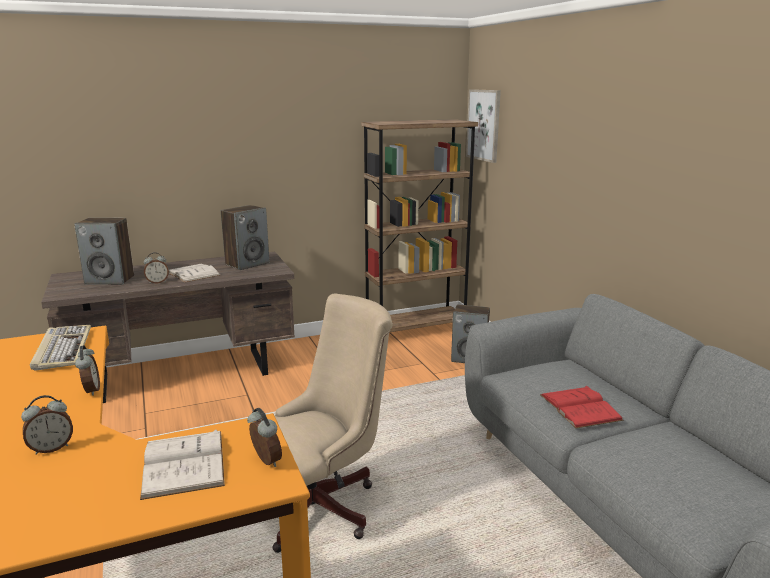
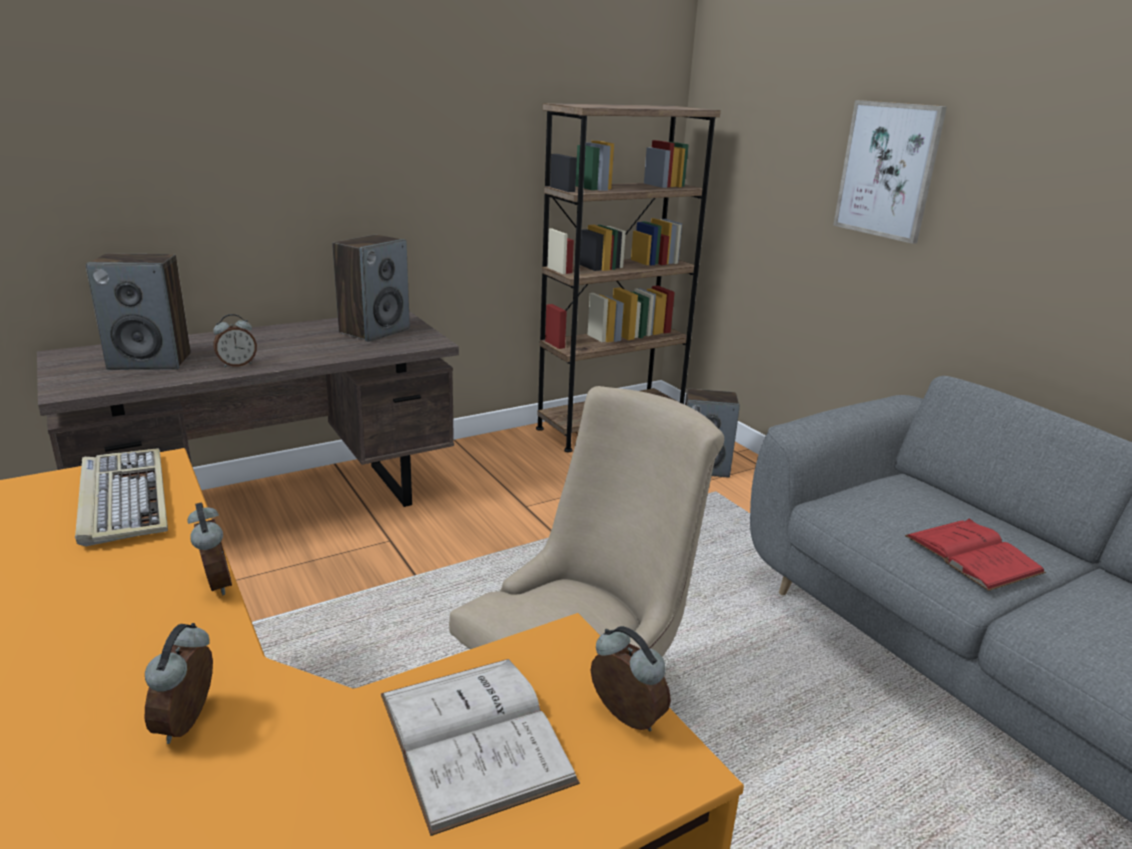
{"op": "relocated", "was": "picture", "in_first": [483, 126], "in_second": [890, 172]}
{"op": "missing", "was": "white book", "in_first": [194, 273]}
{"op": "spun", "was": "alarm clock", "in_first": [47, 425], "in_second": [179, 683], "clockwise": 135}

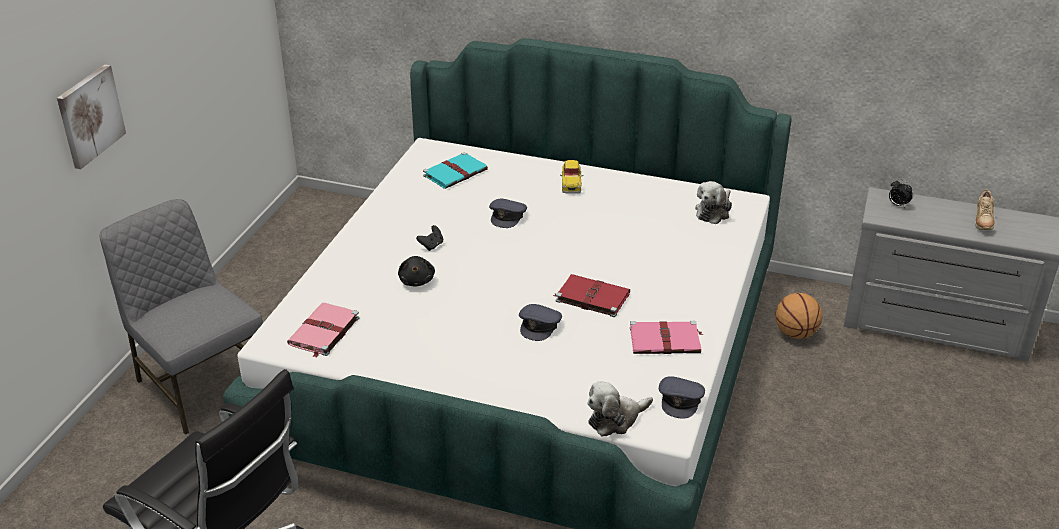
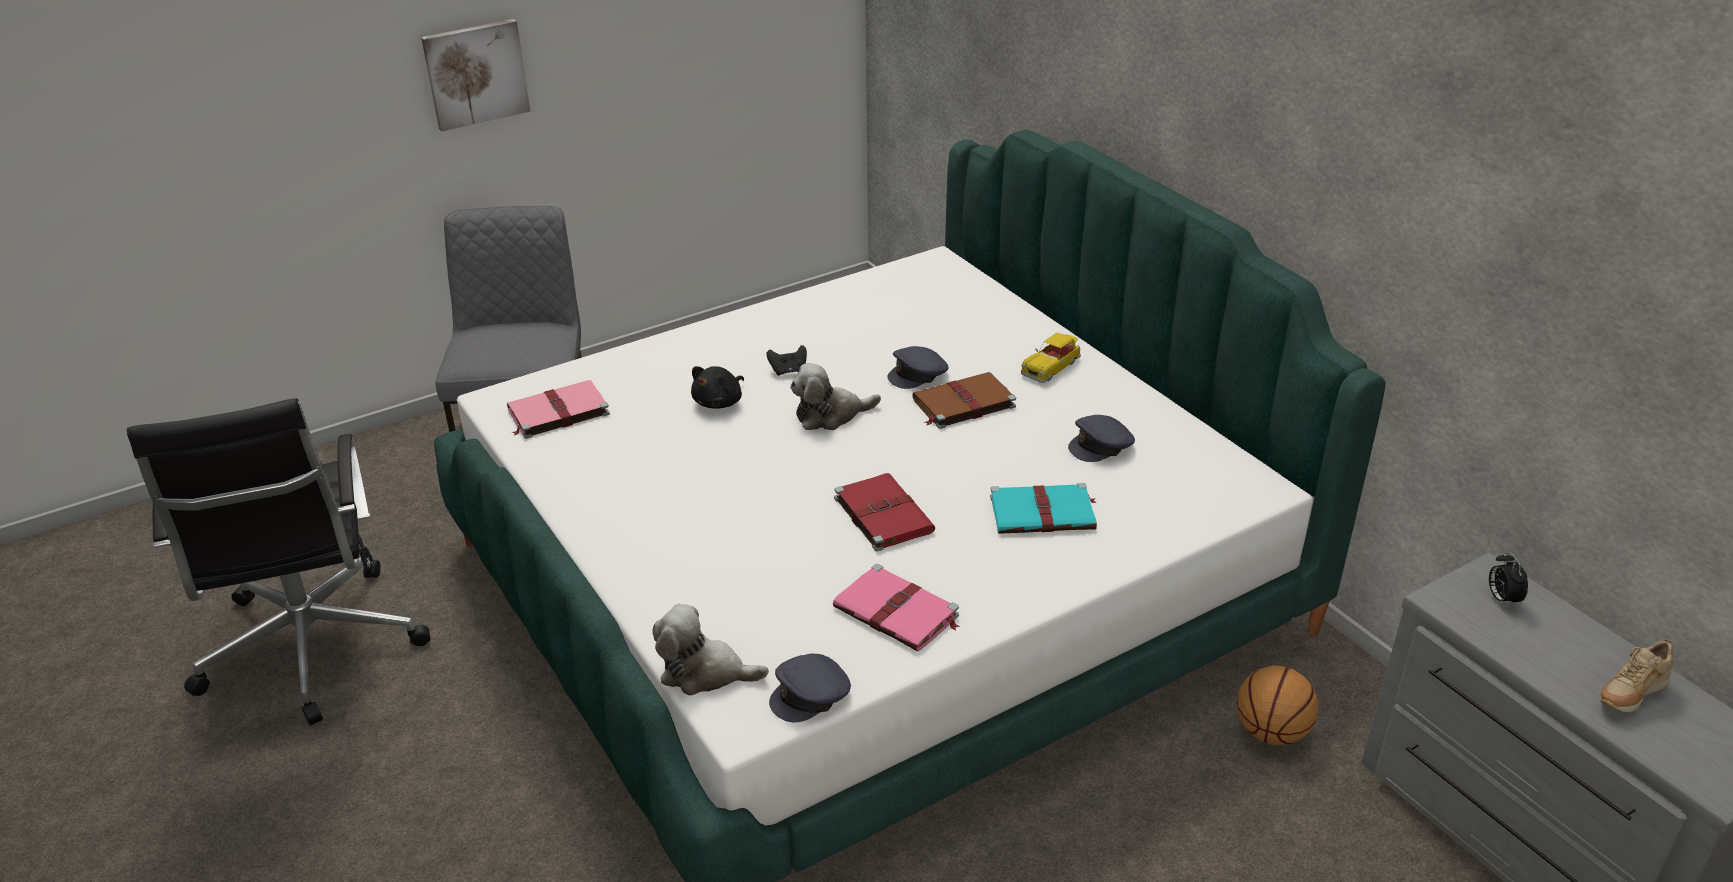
{"op": "relocated", "was": "turquoise book", "in_first": [455, 170], "in_second": [1043, 508]}
{"op": "relocated", "was": "plush toy", "in_first": [713, 202], "in_second": [835, 396]}
{"op": "relocated", "was": "grey cap", "in_first": [540, 322], "in_second": [1101, 438]}
{"op": "appeared", "now": "brown book", "in_second": [964, 400]}

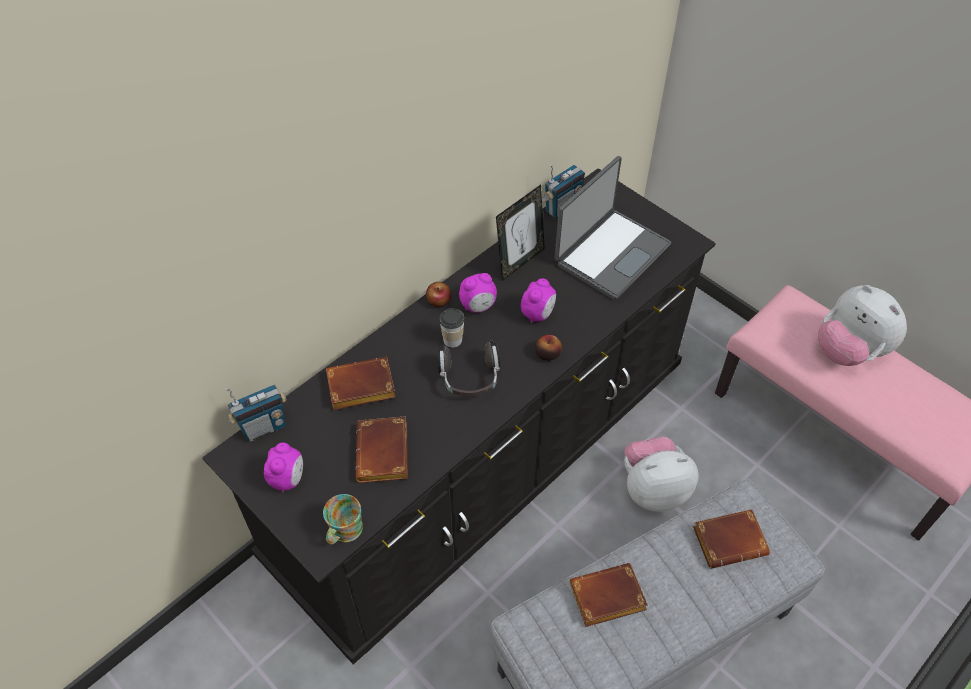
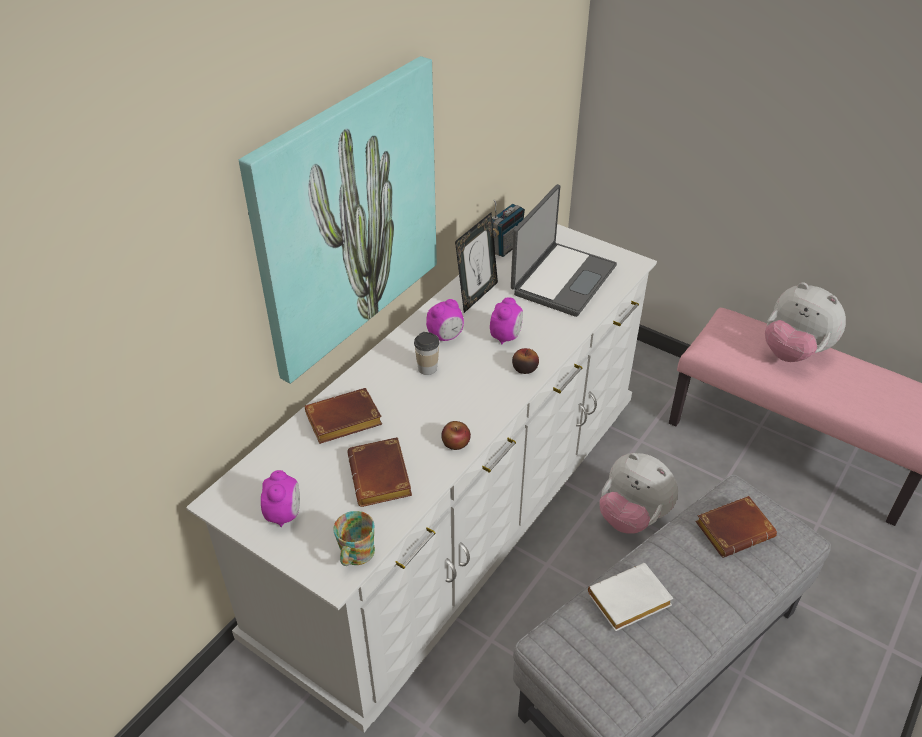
{"op": "colour", "was": "black dresser", "now": "white dresser", "in_first": [459, 416], "in_second": [421, 478]}
{"op": "relocated", "was": "apple", "in_first": [439, 294], "in_second": [456, 435]}
{"op": "missing", "was": "headphones", "in_first": [469, 368]}
{"op": "missing", "was": "radio", "in_first": [256, 413]}
{"op": "spun", "was": "plush toy", "in_first": [661, 474], "in_second": [639, 493], "clockwise": -120}
{"op": "colour", "was": "brown book", "now": "white book", "in_first": [609, 595], "in_second": [631, 597]}
{"op": "appeared", "now": "picture", "in_second": [338, 220]}

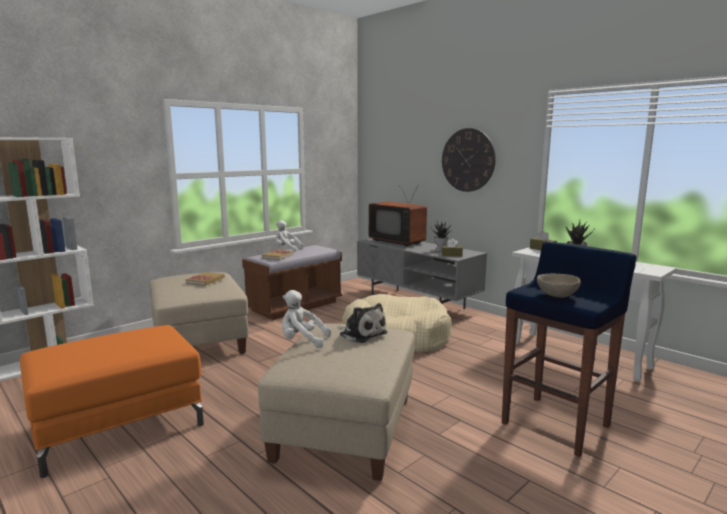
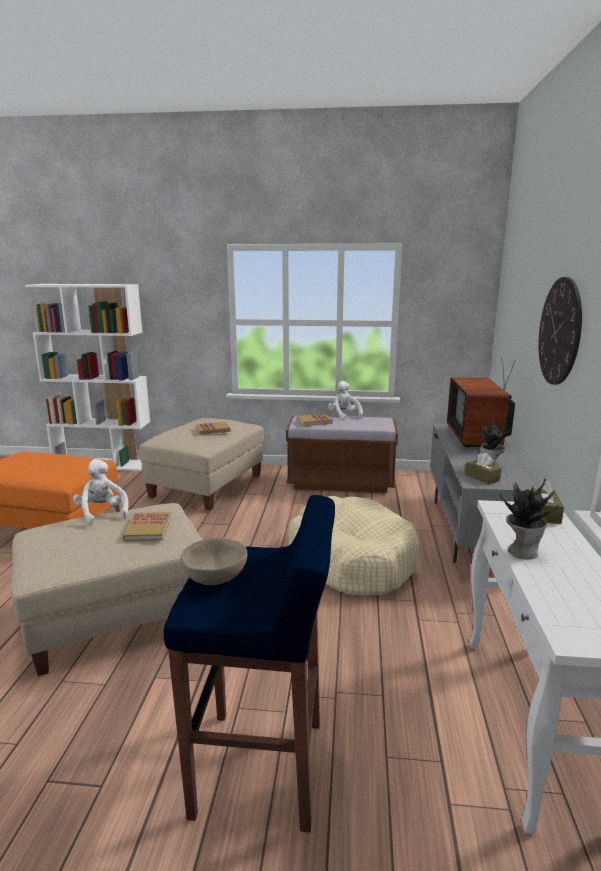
{"op": "exchanged", "was": "plush toy", "now": "book", "in_first": [362, 323], "in_second": [147, 526]}

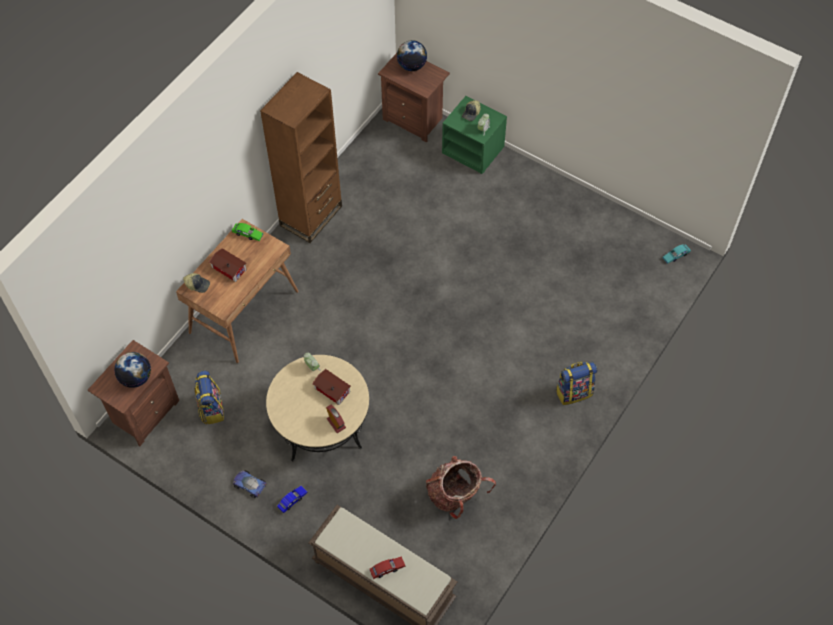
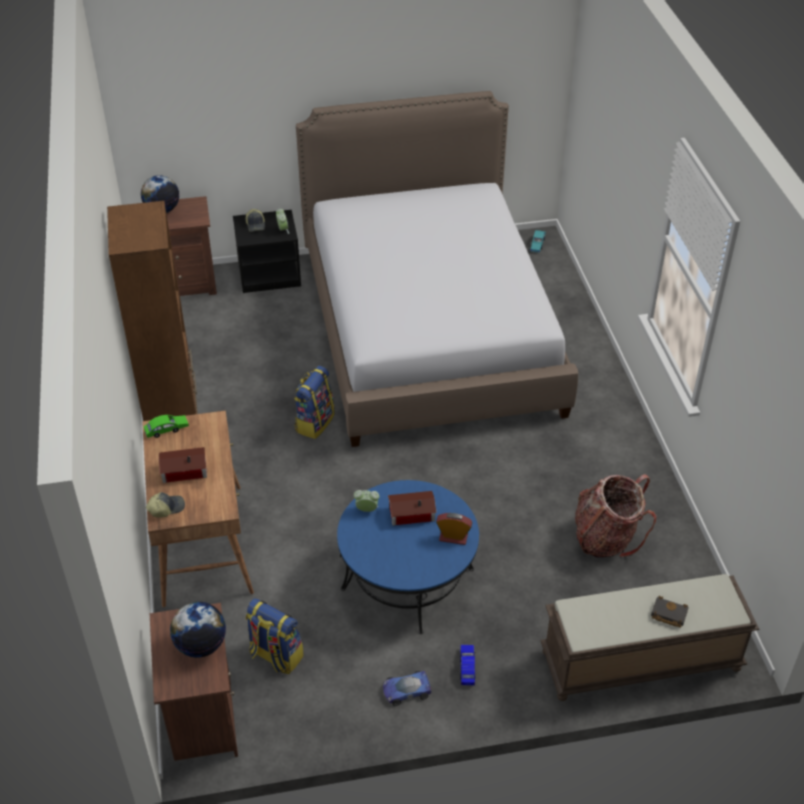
{"op": "colour", "was": "green nightstand", "now": "black nightstand", "in_first": [474, 135], "in_second": [267, 251]}
{"op": "colour", "was": "beige coffee table", "now": "blue coffee table", "in_first": [317, 408], "in_second": [408, 557]}
{"op": "relocated", "was": "backpack", "in_first": [576, 383], "in_second": [314, 402]}
{"op": "exchanged", "was": "red toy car", "now": "black book", "in_first": [388, 567], "in_second": [670, 611]}
{"op": "appeared", "now": "bed", "in_second": [437, 269]}

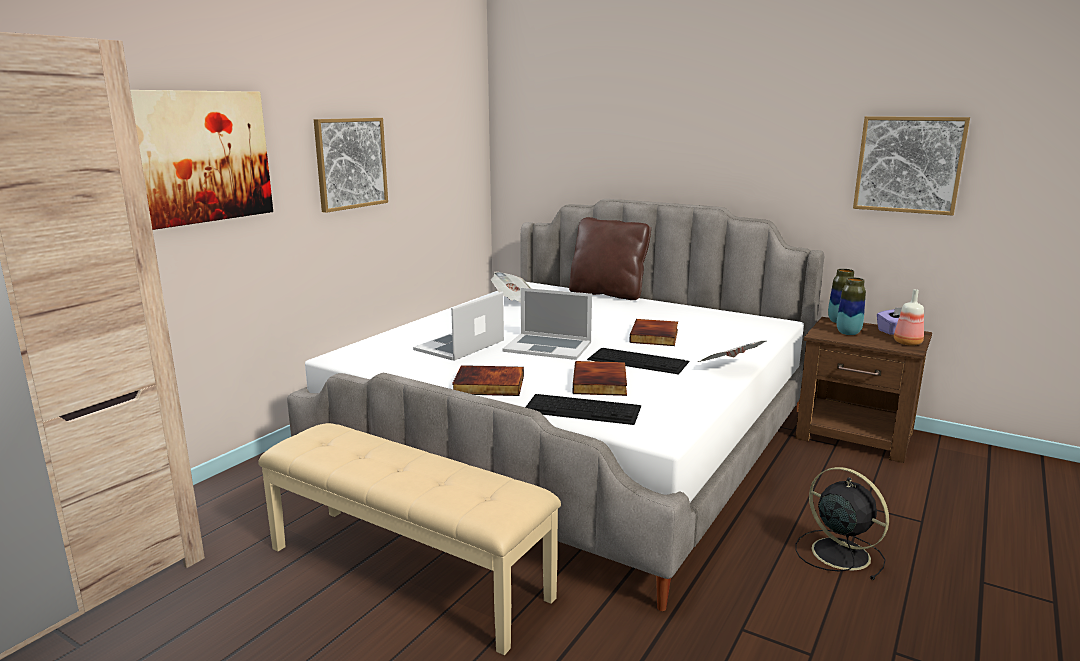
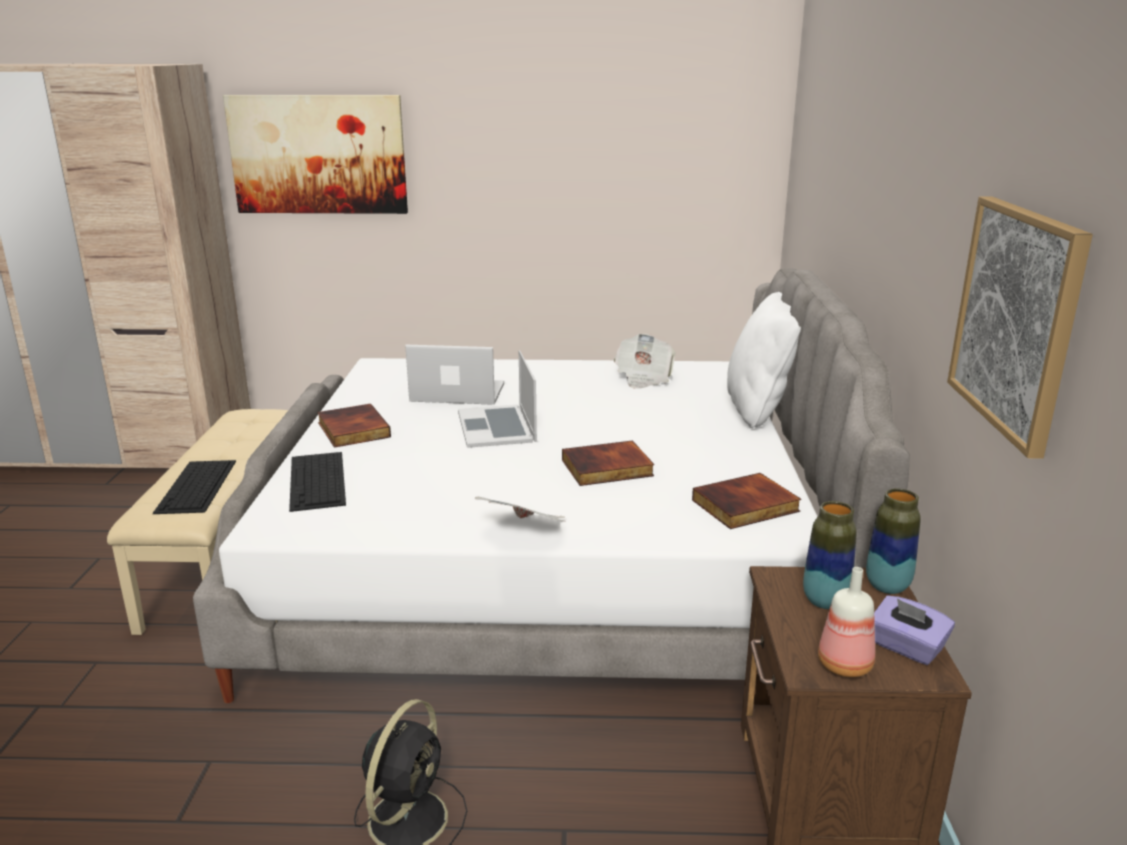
{"op": "missing", "was": "picture", "in_first": [351, 165]}
{"op": "colour", "was": "brown pillow", "now": "white pillow", "in_first": [610, 258], "in_second": [764, 360]}
{"op": "relocated", "was": "keyboard", "in_first": [638, 361], "in_second": [194, 487]}
{"op": "relocated", "was": "book", "in_first": [600, 378], "in_second": [746, 501]}

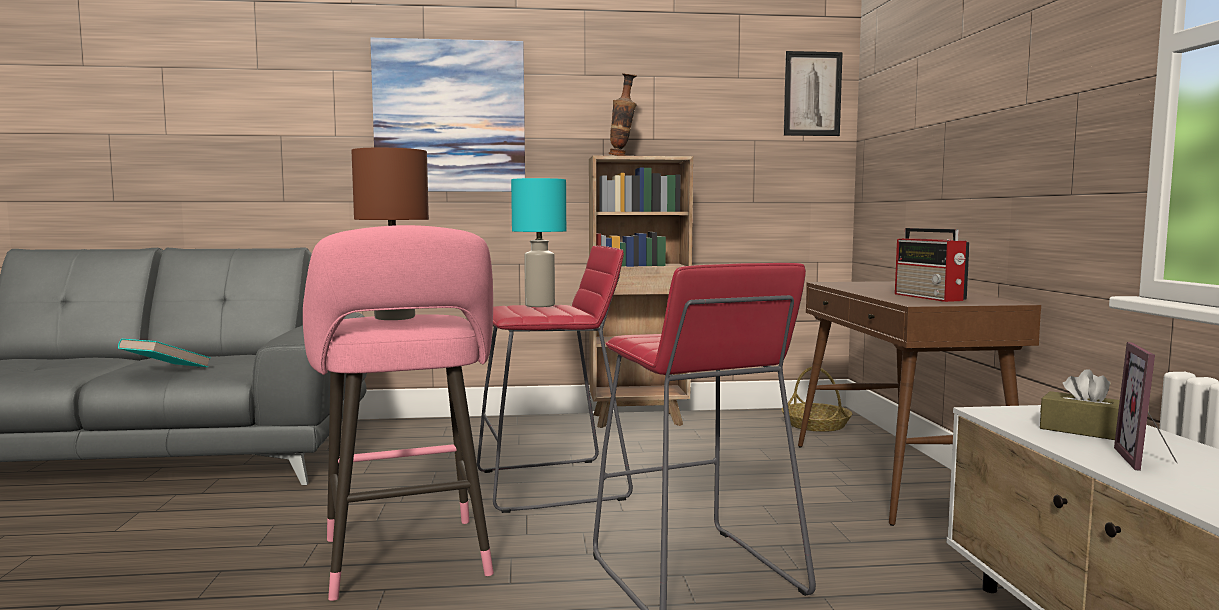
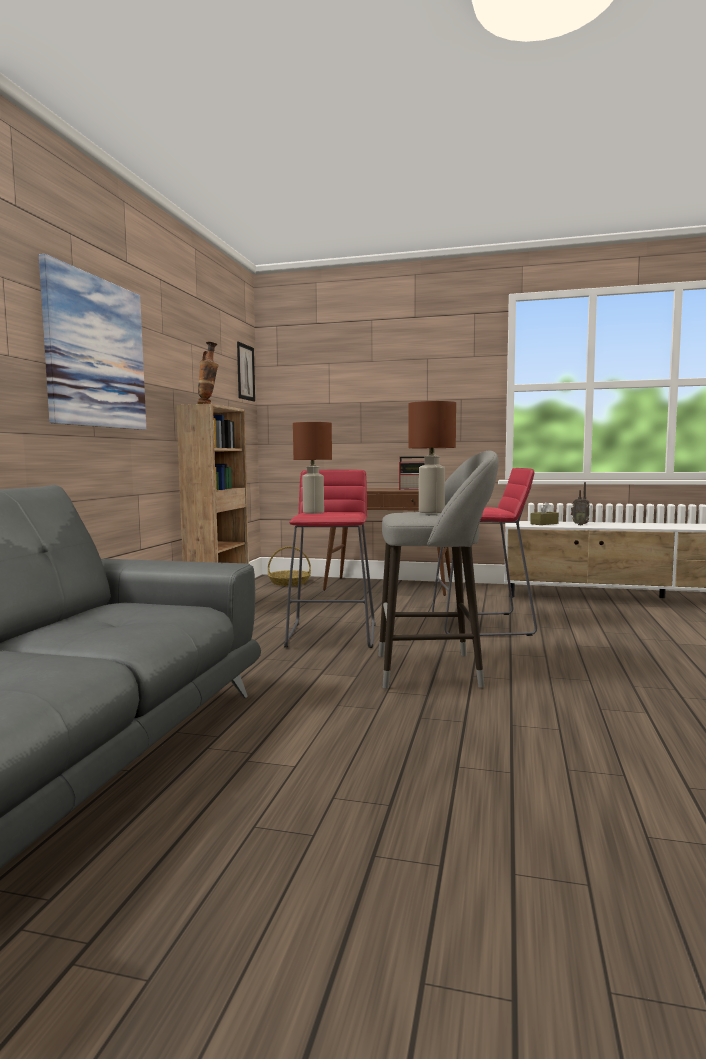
{"op": "colour", "was": "turquoise table lamp", "now": "brown table lamp", "in_first": [538, 242], "in_second": [312, 468]}
{"op": "colour", "was": "pink stool", "now": "grey stool", "in_first": [398, 413], "in_second": [438, 569]}
{"op": "missing", "was": "turquoise book", "in_first": [164, 353]}
{"op": "exchanged", "was": "picture frame", "now": "radio", "in_first": [1145, 406], "in_second": [580, 503]}

